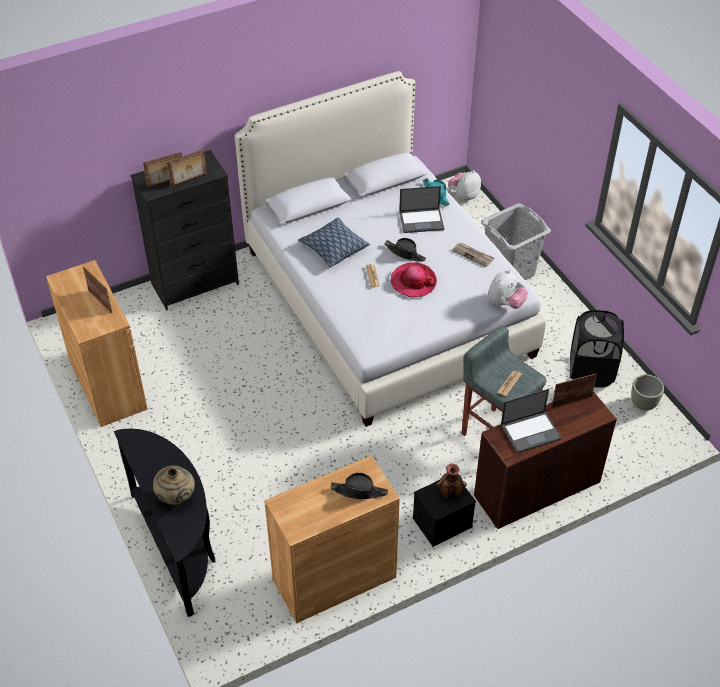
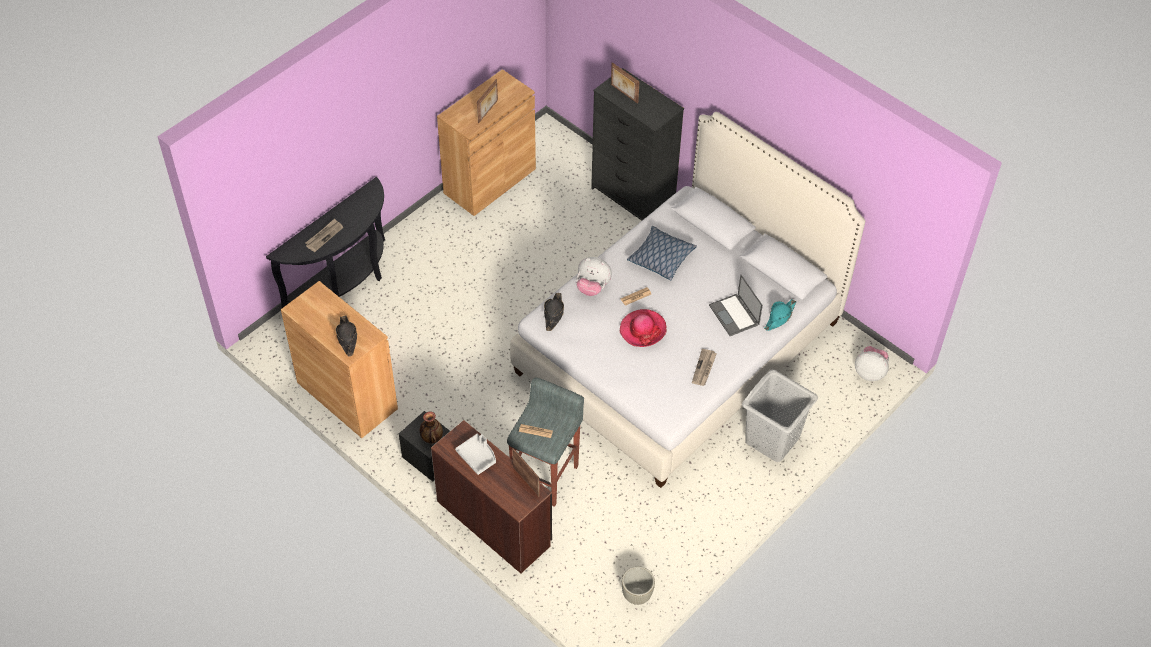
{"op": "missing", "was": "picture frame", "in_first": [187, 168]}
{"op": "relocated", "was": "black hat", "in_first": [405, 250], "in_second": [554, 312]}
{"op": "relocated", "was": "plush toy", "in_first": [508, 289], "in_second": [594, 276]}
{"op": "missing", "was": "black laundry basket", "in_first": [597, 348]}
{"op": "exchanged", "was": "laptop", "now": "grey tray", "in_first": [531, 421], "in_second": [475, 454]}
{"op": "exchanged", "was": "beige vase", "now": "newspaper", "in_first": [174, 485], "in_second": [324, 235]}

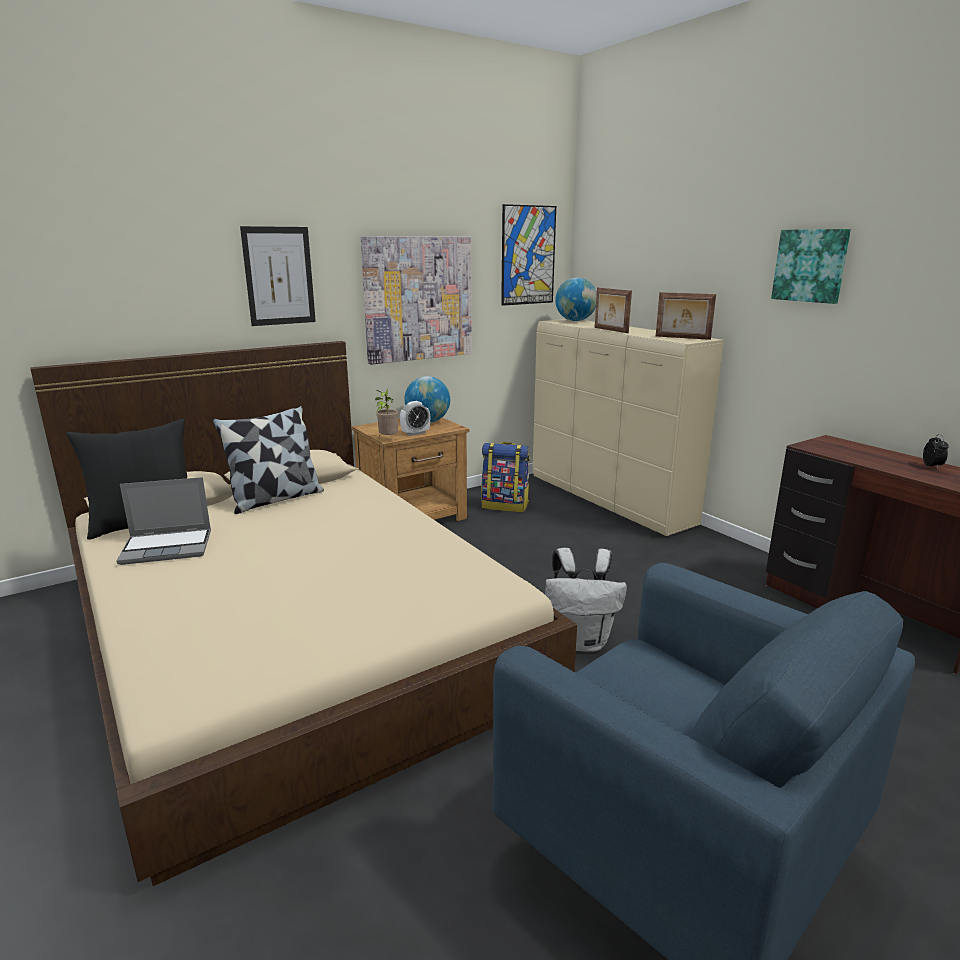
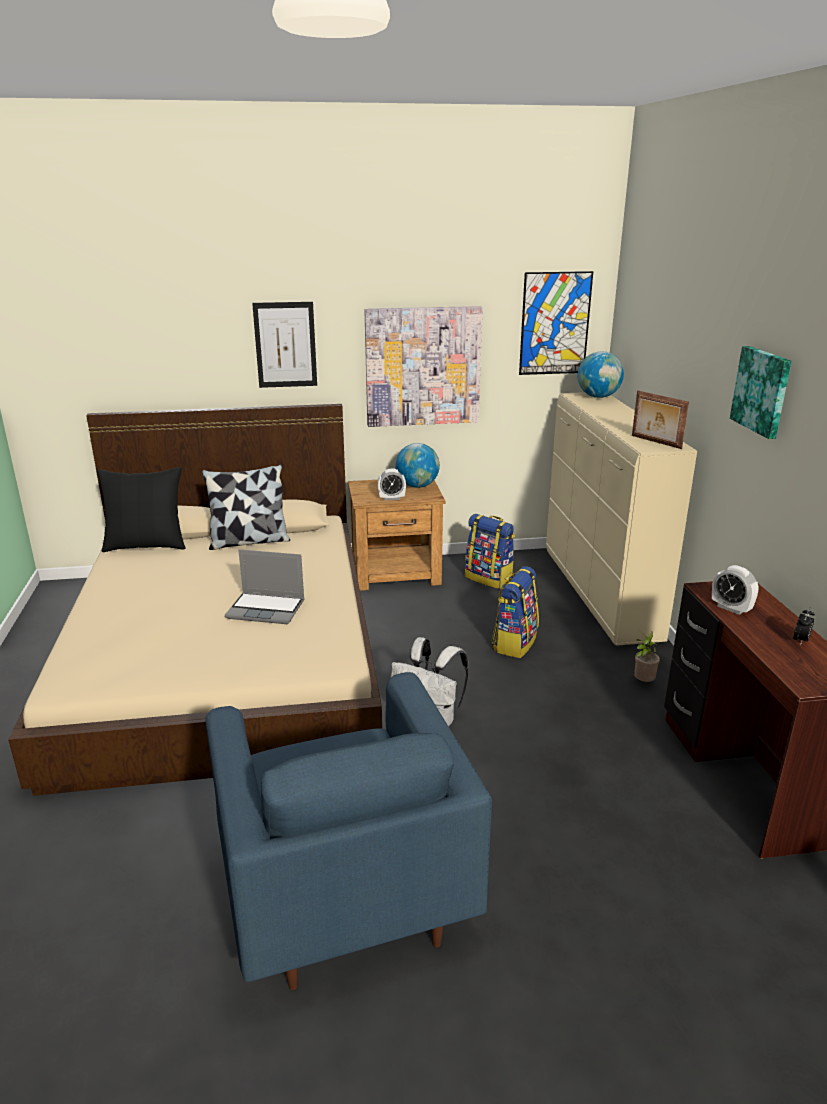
{"op": "missing", "was": "picture frame", "in_first": [613, 310]}
{"op": "relocated", "was": "potted plant", "in_first": [387, 412], "in_second": [647, 656]}
{"op": "relocated", "was": "laptop", "in_first": [163, 521], "in_second": [265, 587]}
{"op": "appeared", "now": "alarm clock", "in_second": [735, 590]}
{"op": "appeared", "now": "backpack", "in_second": [515, 612]}

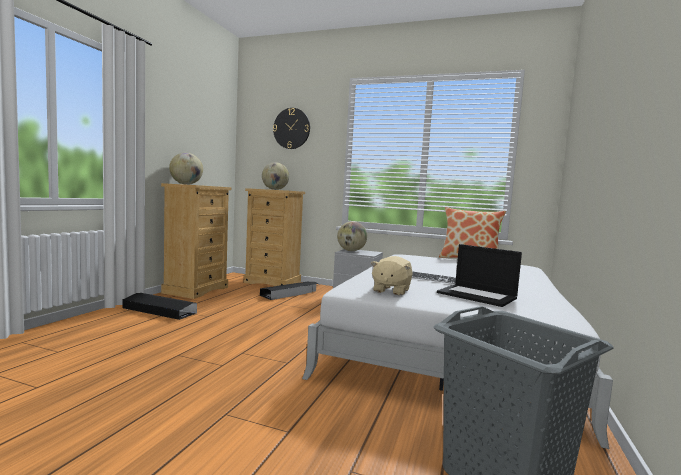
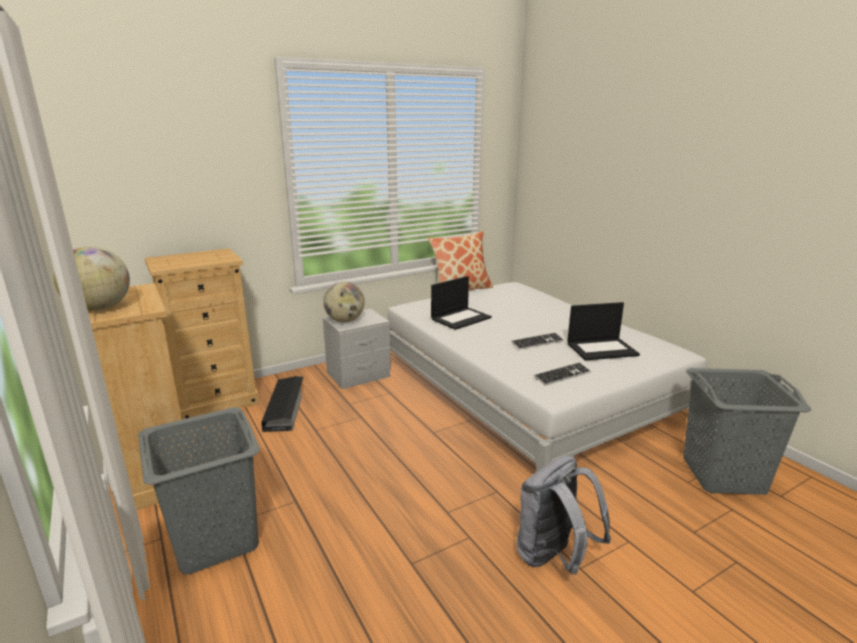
{"op": "missing", "was": "wall clock", "in_first": [291, 128]}
{"op": "missing", "was": "globe", "in_first": [275, 176]}
{"op": "exchanged", "was": "beige plush toy", "now": "keyboard", "in_first": [392, 275], "in_second": [562, 374]}
{"op": "exchanged", "was": "black storage box", "now": "grey laundry basket", "in_first": [160, 306], "in_second": [199, 490]}
{"op": "appeared", "now": "laptop", "in_second": [461, 303]}
{"op": "appeared", "now": "grey backpack", "in_second": [564, 515]}

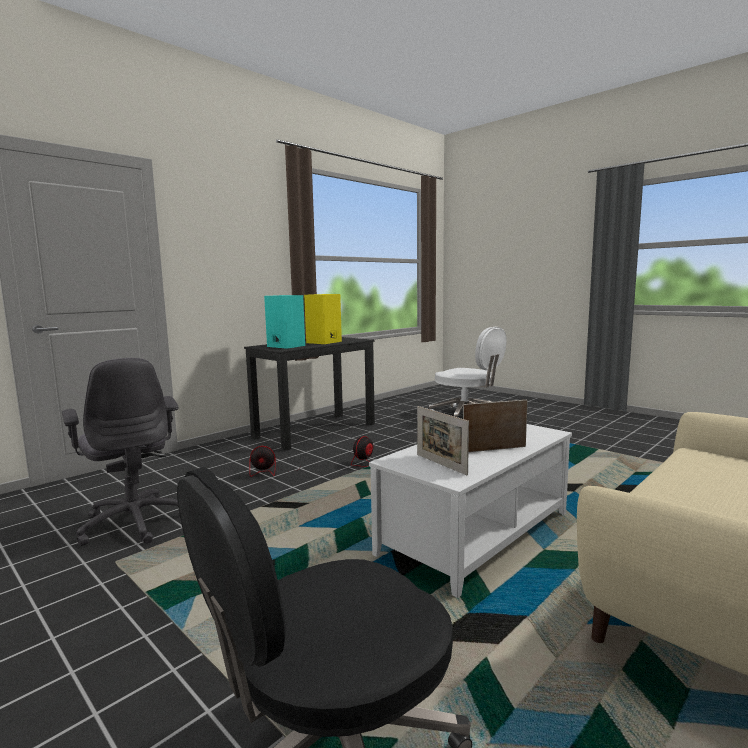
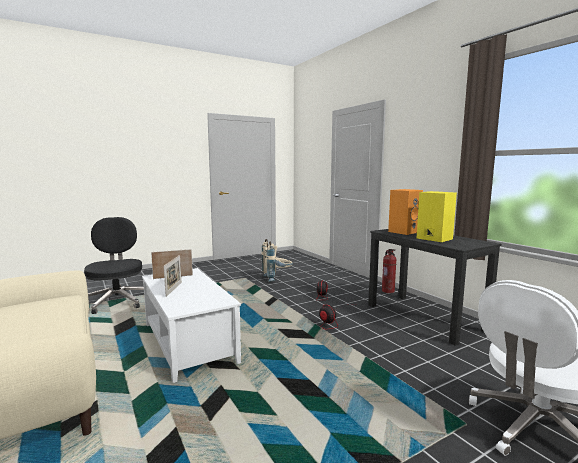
{"op": "colour", "was": "turquoise speaker", "now": "orange speaker", "in_first": [284, 322], "in_second": [405, 212]}
{"op": "exchanged", "was": "grey office chair", "now": "beige backpack", "in_first": [120, 452], "in_second": [277, 260]}
{"op": "appeared", "now": "fire extinguisher", "in_second": [389, 271]}

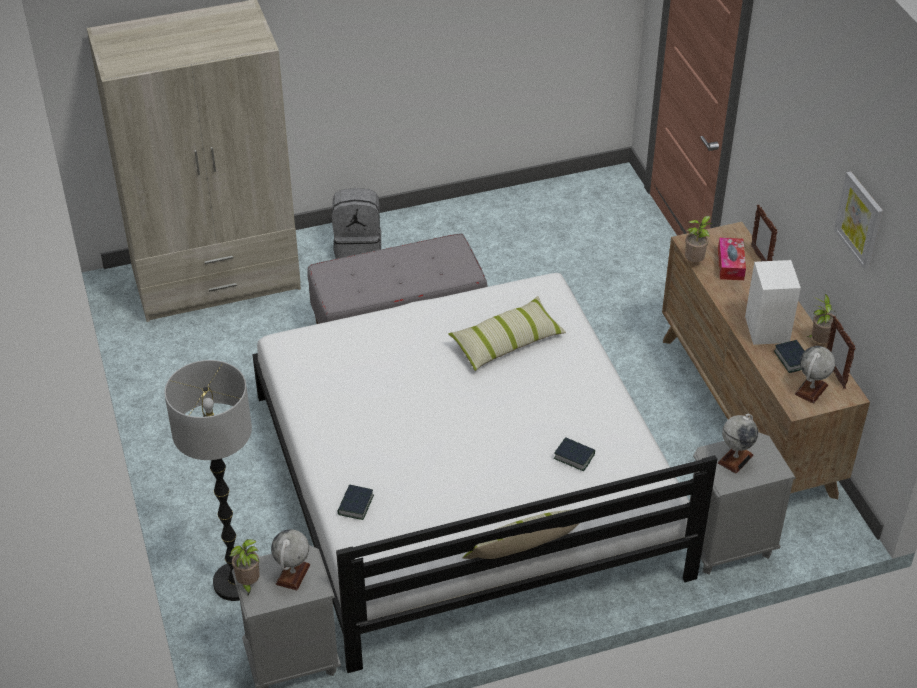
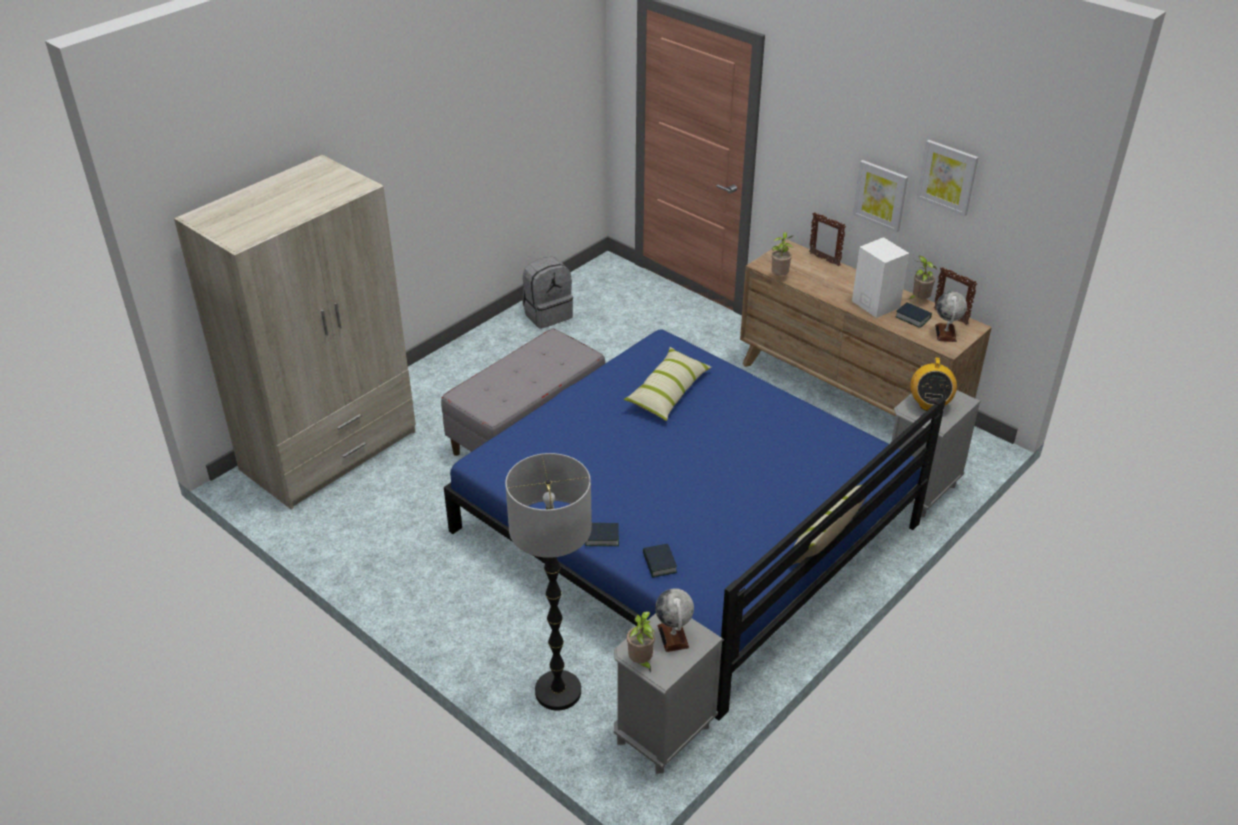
{"op": "relocated", "was": "grey backpack", "in_first": [356, 223], "in_second": [548, 293]}
{"op": "missing", "was": "tissue box", "in_first": [732, 259]}
{"op": "colour", "was": "white bed", "now": "blue bed", "in_first": [484, 473], "in_second": [695, 525]}
{"op": "exchanged", "was": "globe", "now": "radio", "in_first": [738, 444], "in_second": [933, 383]}
{"op": "relocated", "was": "book", "in_first": [574, 454], "in_second": [602, 534]}
{"op": "appeared", "now": "picture", "in_second": [880, 196]}

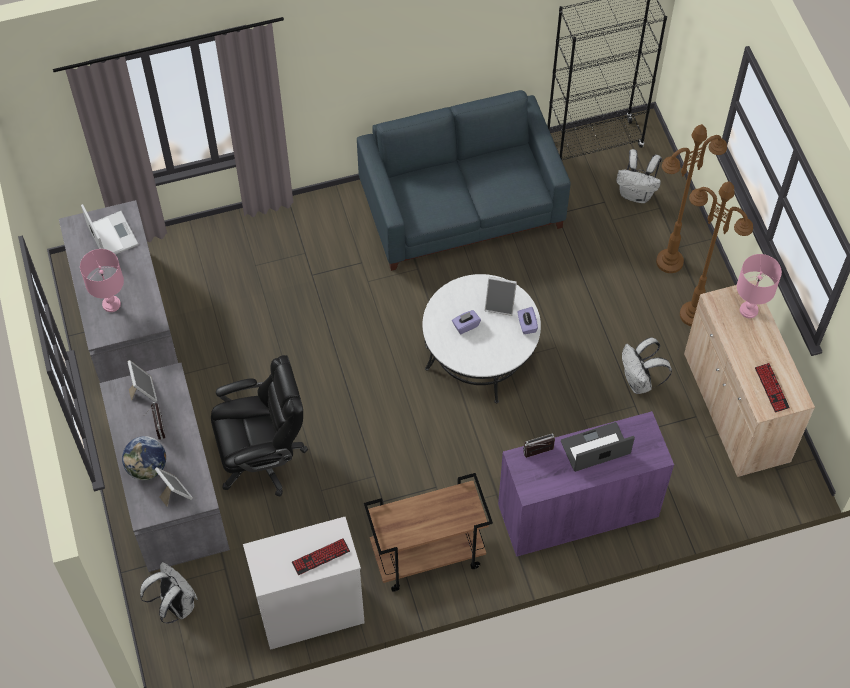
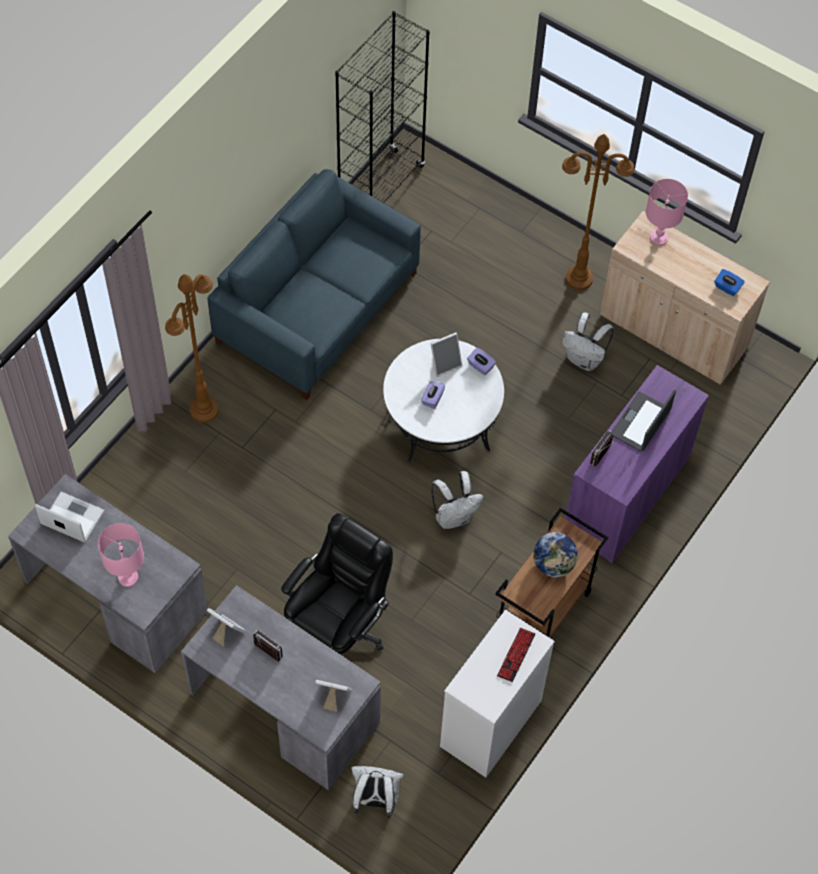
{"op": "relocated", "was": "brown floor lamp", "in_first": [691, 198], "in_second": [192, 348]}
{"op": "relocated", "was": "white backpack", "in_first": [639, 176], "in_second": [457, 500]}
{"op": "exchanged", "was": "keyboard", "now": "blue tissue box", "in_first": [772, 388], "in_second": [729, 282]}
{"op": "relocated", "was": "globe", "in_first": [144, 458], "in_second": [555, 554]}

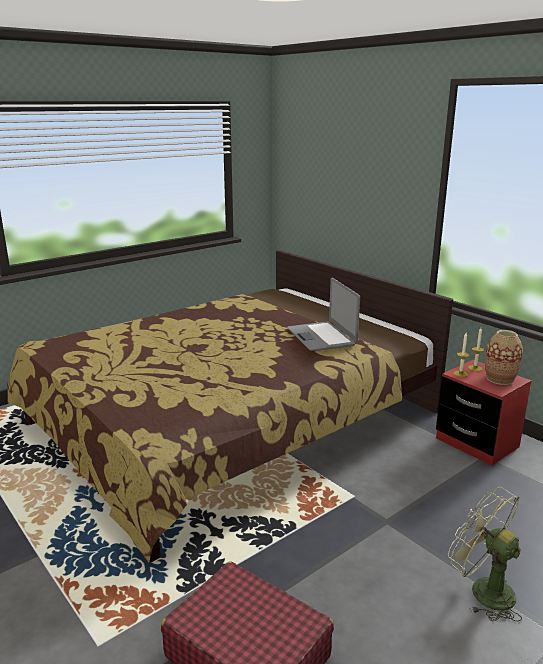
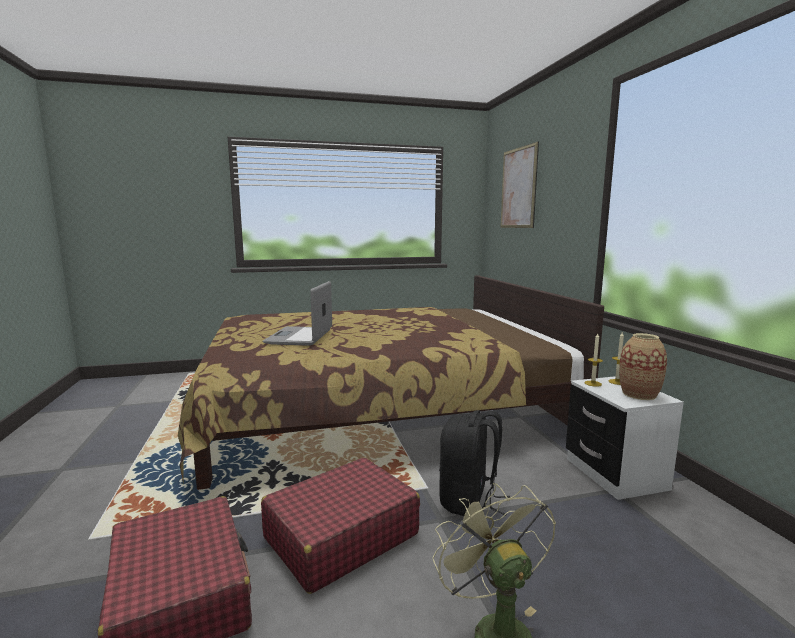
{"op": "relocated", "was": "laptop", "in_first": [323, 314], "in_second": [297, 313]}
{"op": "colour", "was": "red nightstand", "now": "white nightstand", "in_first": [484, 413], "in_second": [625, 438]}
{"op": "appeared", "now": "picture", "in_second": [519, 184]}
{"op": "appeared", "now": "black backpack", "in_second": [474, 463]}
{"op": "appeared", "now": "red suitcase", "in_second": [340, 526]}

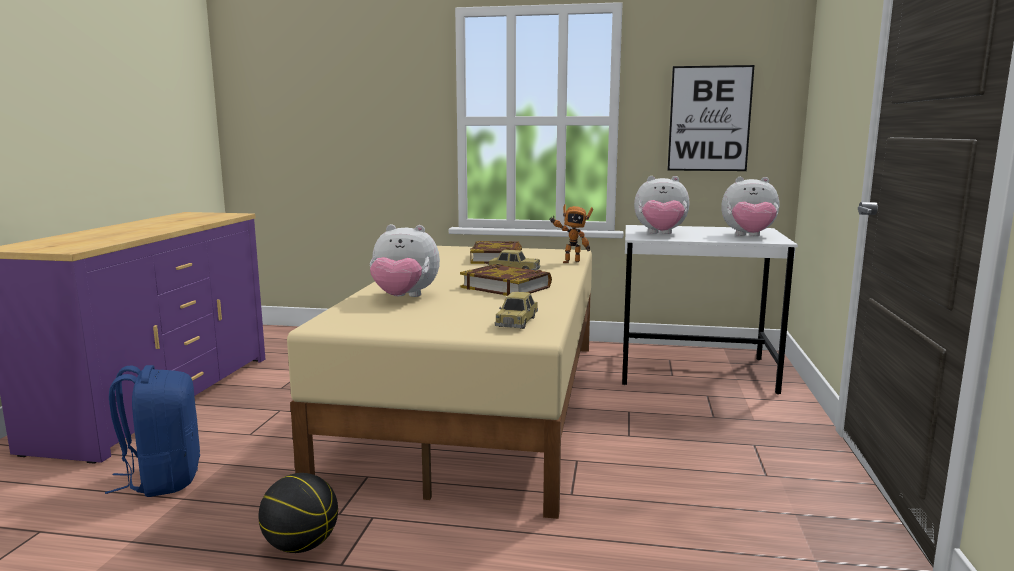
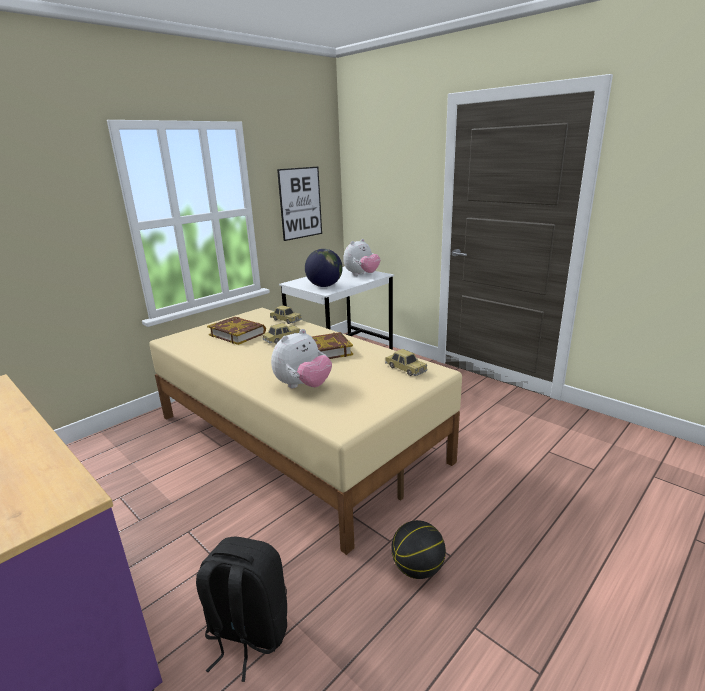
{"op": "exchanged", "was": "plush toy", "now": "globe", "in_first": [662, 205], "in_second": [324, 268]}
{"op": "exchanged", "was": "toy robot", "now": "toy car", "in_first": [571, 233], "in_second": [286, 314]}
{"op": "colour", "was": "blue backpack", "now": "black backpack", "in_first": [152, 431], "in_second": [241, 609]}

